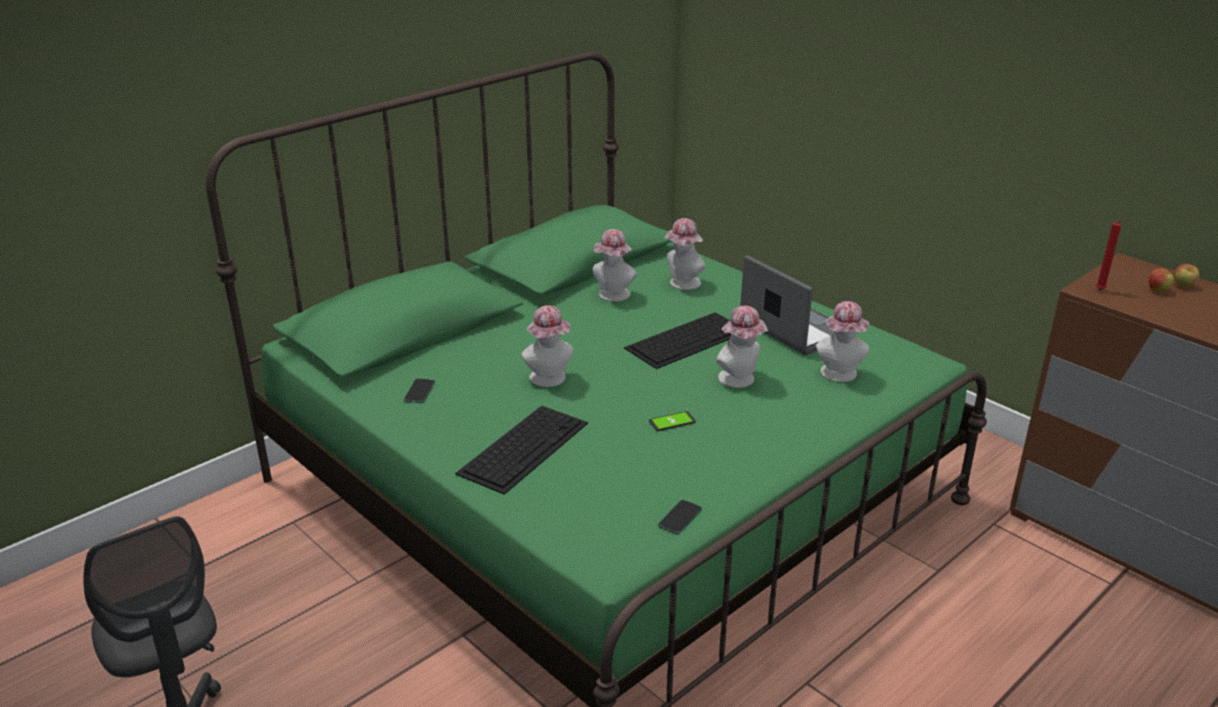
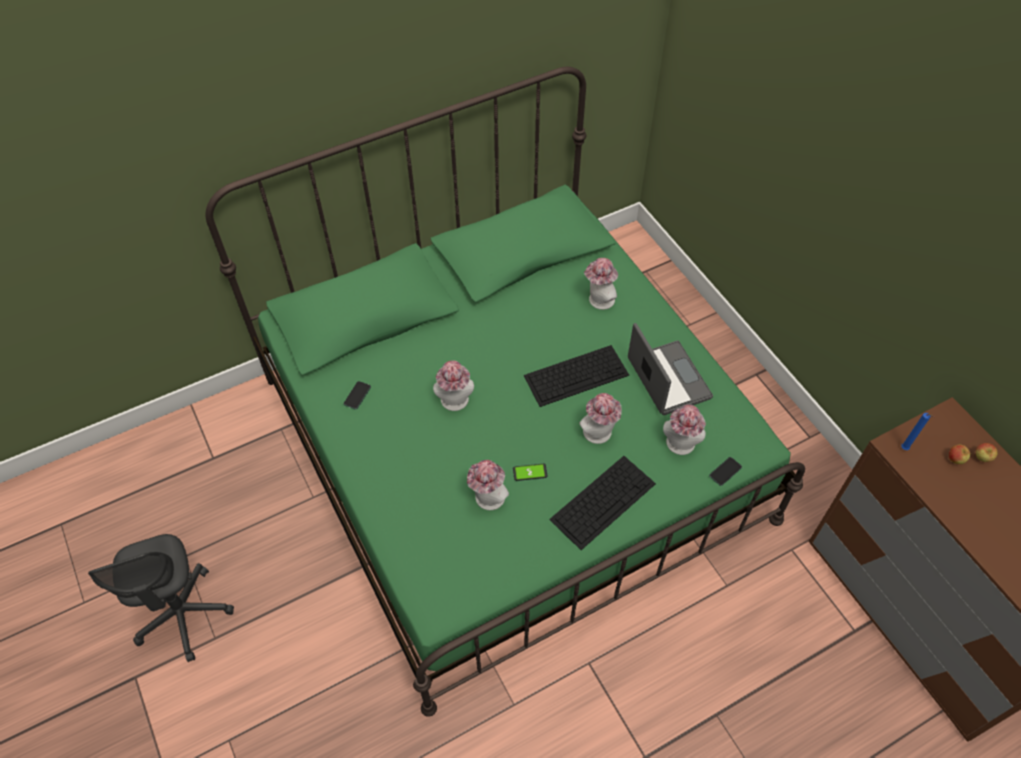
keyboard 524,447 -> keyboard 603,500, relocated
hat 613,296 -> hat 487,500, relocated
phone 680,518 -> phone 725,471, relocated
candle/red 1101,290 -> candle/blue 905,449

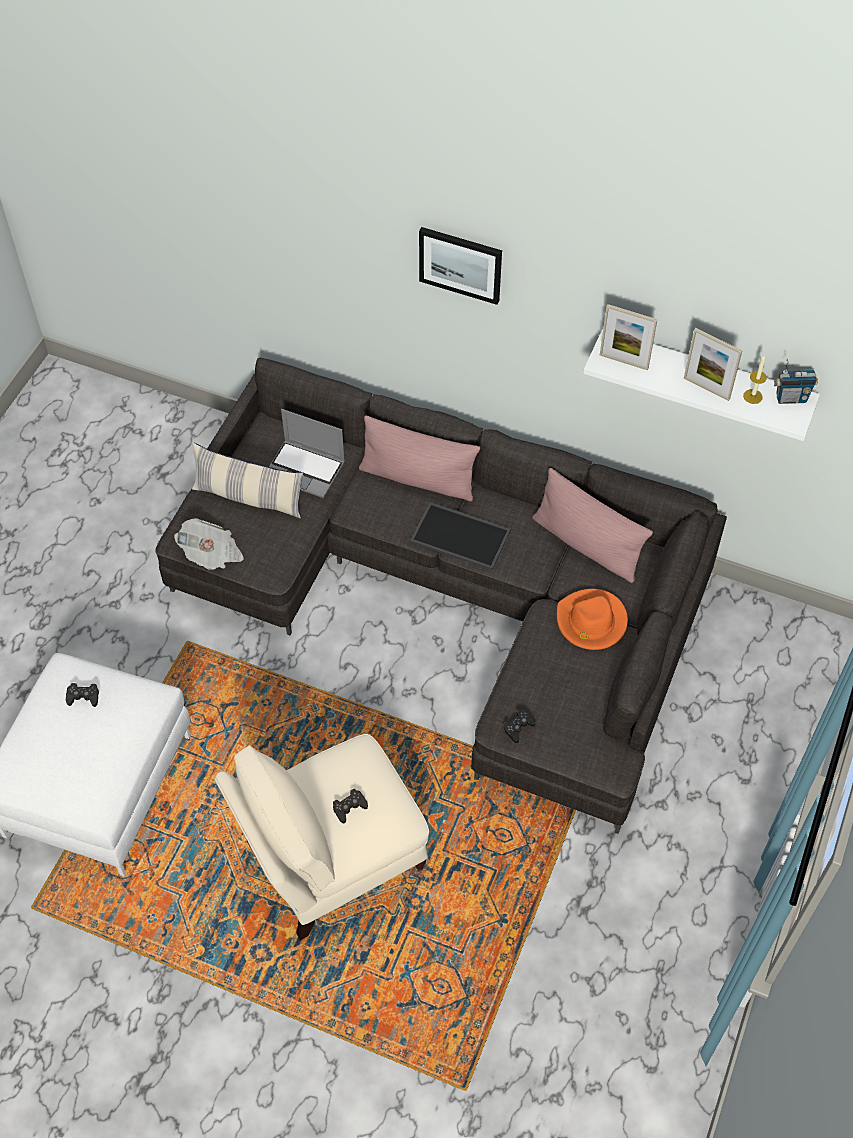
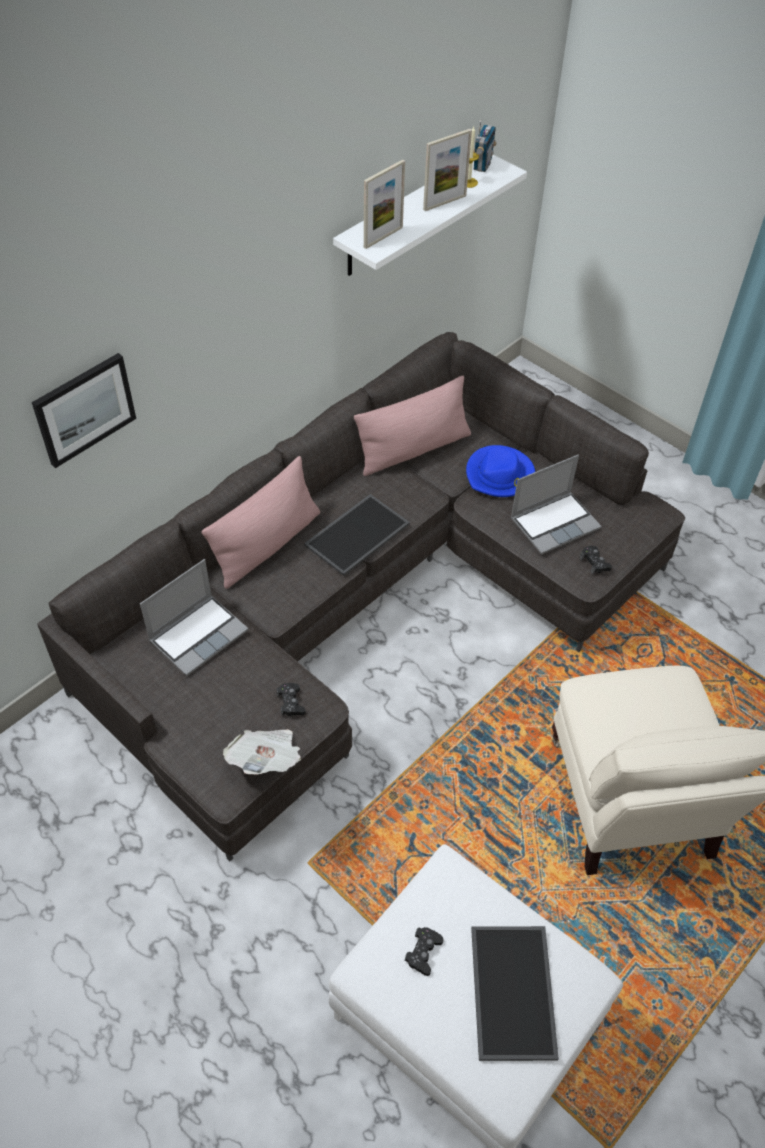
pillow 249,497 -> none
game controller/black 349,807 -> game controller/black 291,702, relocated
picture 460,264 -> picture 84,409, relocated
hat/orange 591,622 -> hat/blue 500,475
none -> tray 515,993
none -> laptop 555,523

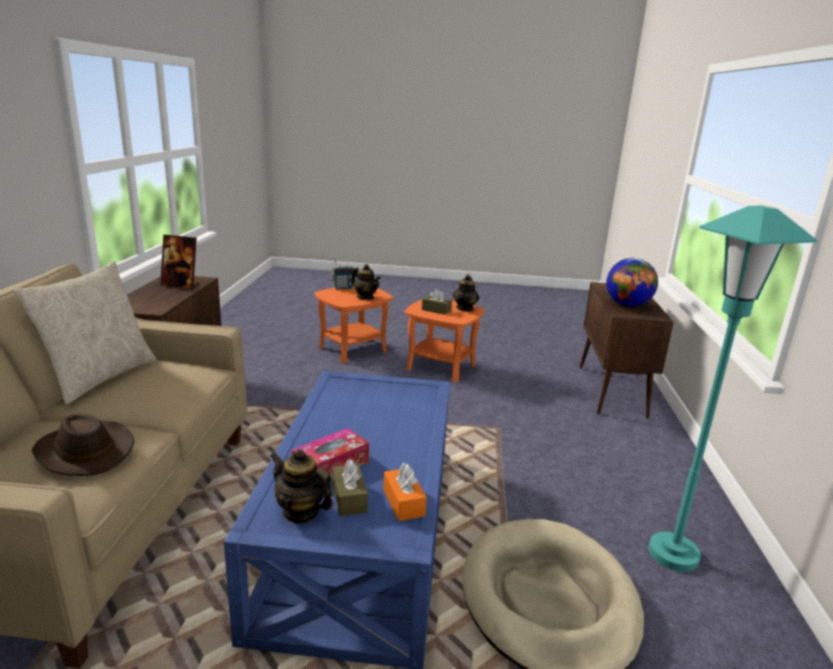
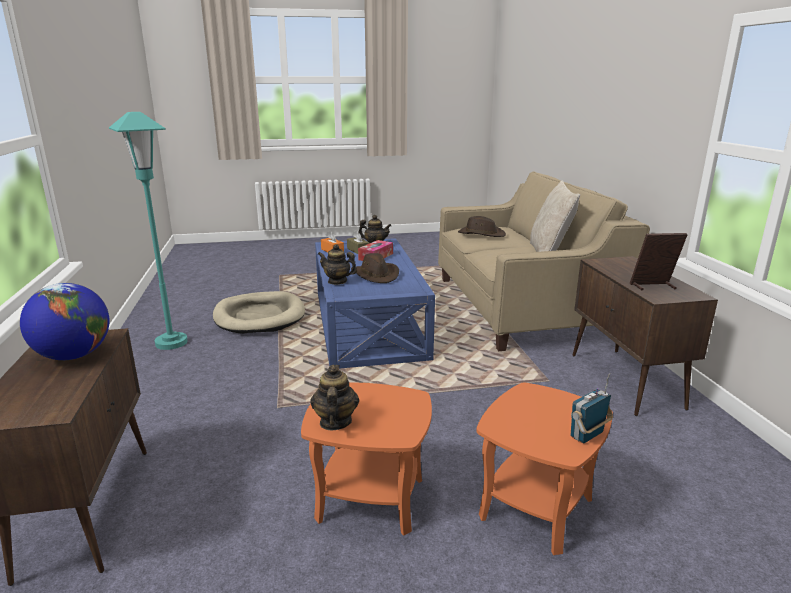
teapot 365,297 -> teapot 337,281, relocated
tissue box/brown 436,310 -> none
none -> hat/brown 376,275

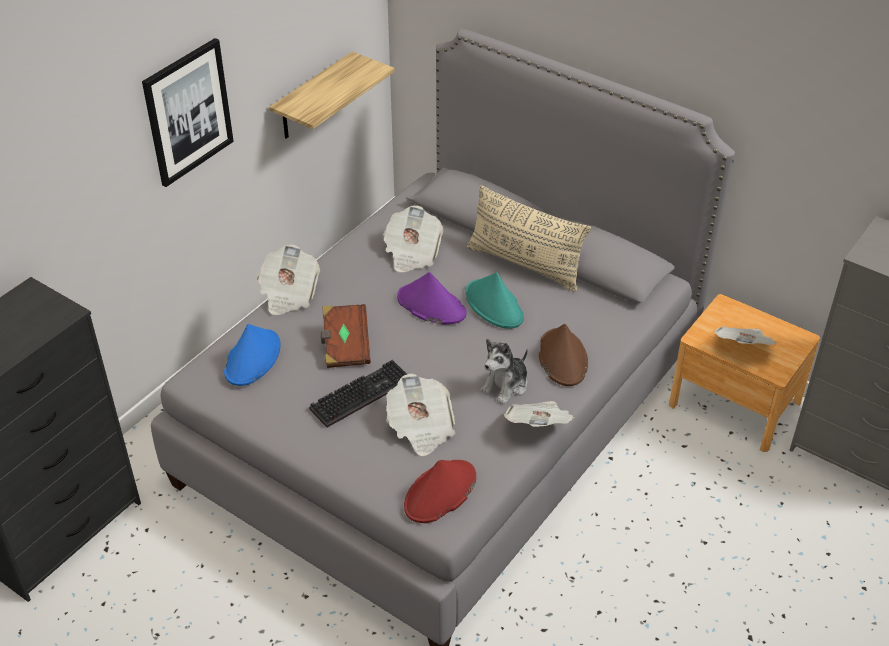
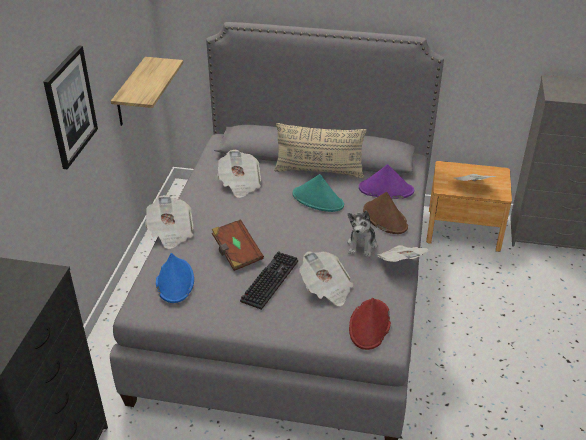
hat/purple 431,305 -> hat/purple 385,190, relocated

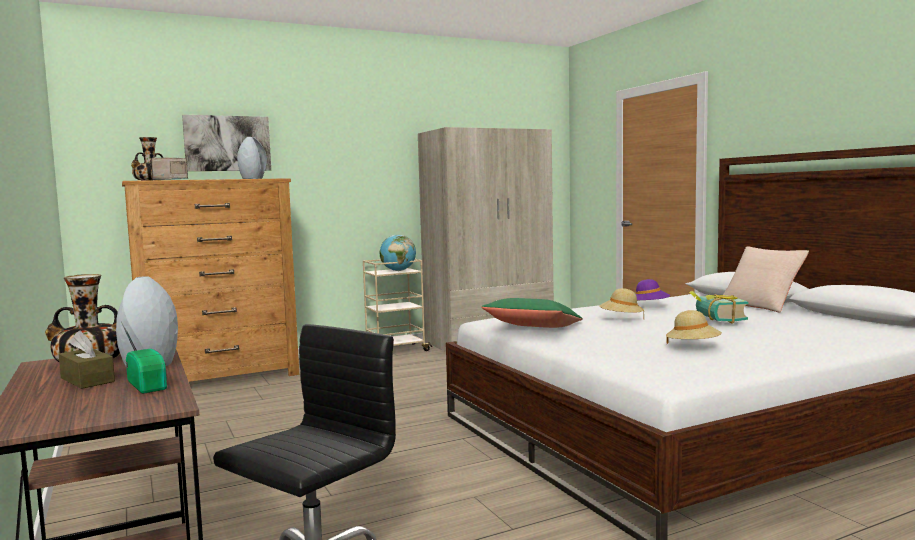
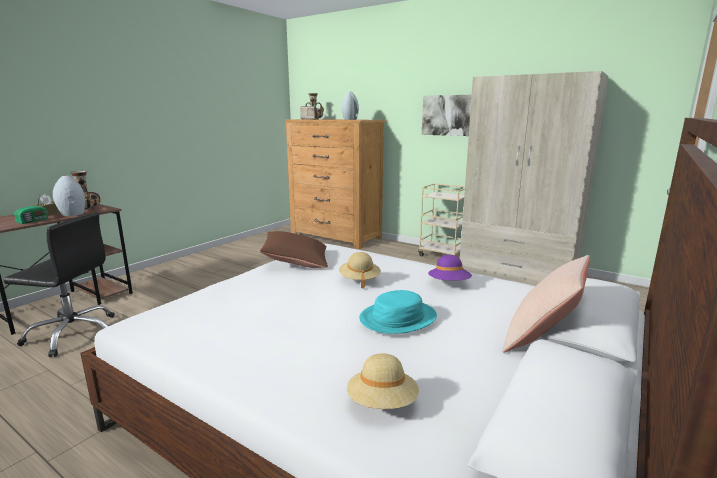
picture 227,143 -> picture 450,115, relocated
globe 398,271 -> none
pillow/green 533,329 -> pillow/brown 296,261
hat/beige 693,347 -> hat/beige 382,403, relocated
book 716,319 -> hat/turquoise 398,318

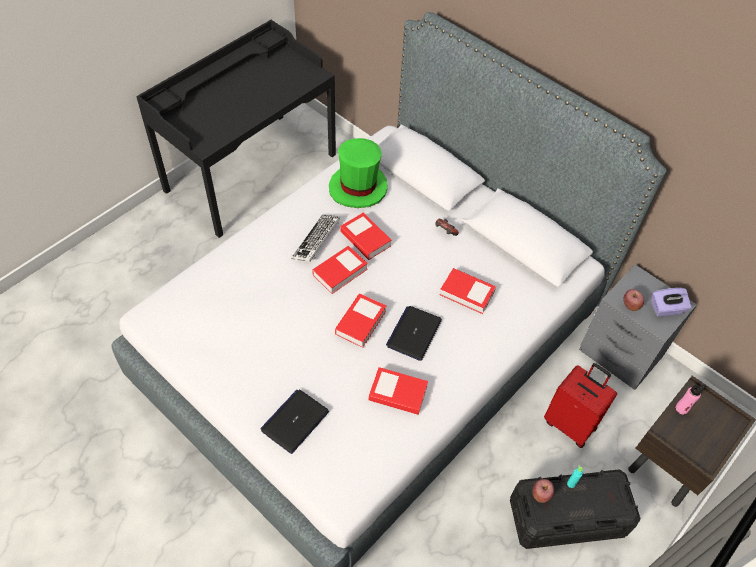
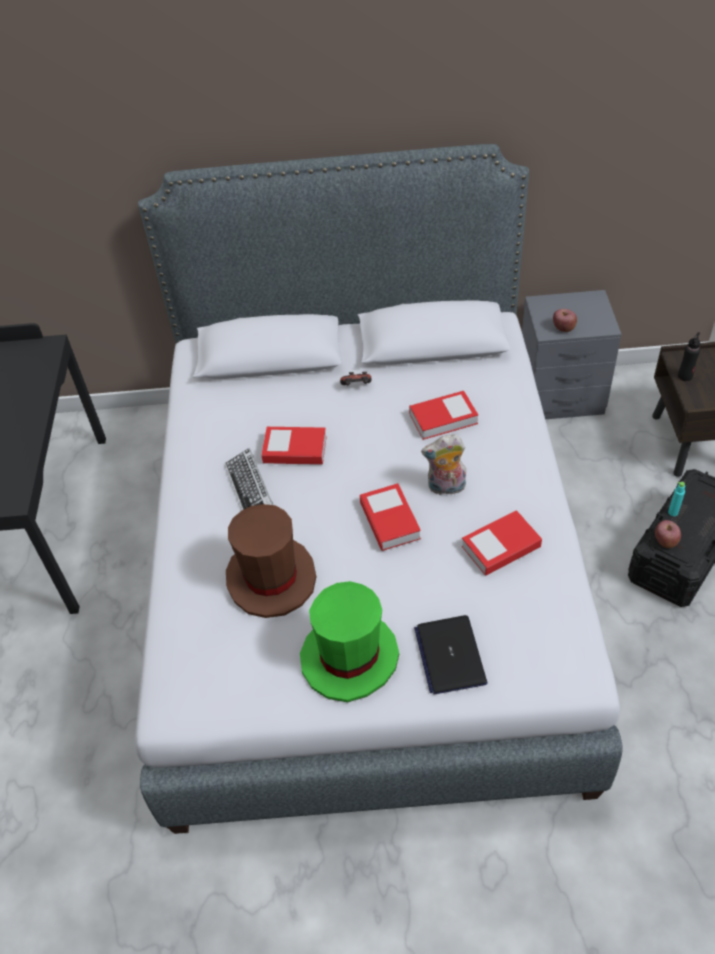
book 340,272 -> none
hat/green 358,188 -> hat/green 350,657, relocated
laptop 414,333 -> plush toy 446,488
suitcase/red 570,424 -> none
tissue box/purple 666,309 -> none
bottle/pink 682,408 -> bottle/black 685,376
none -> hat/brown 271,578

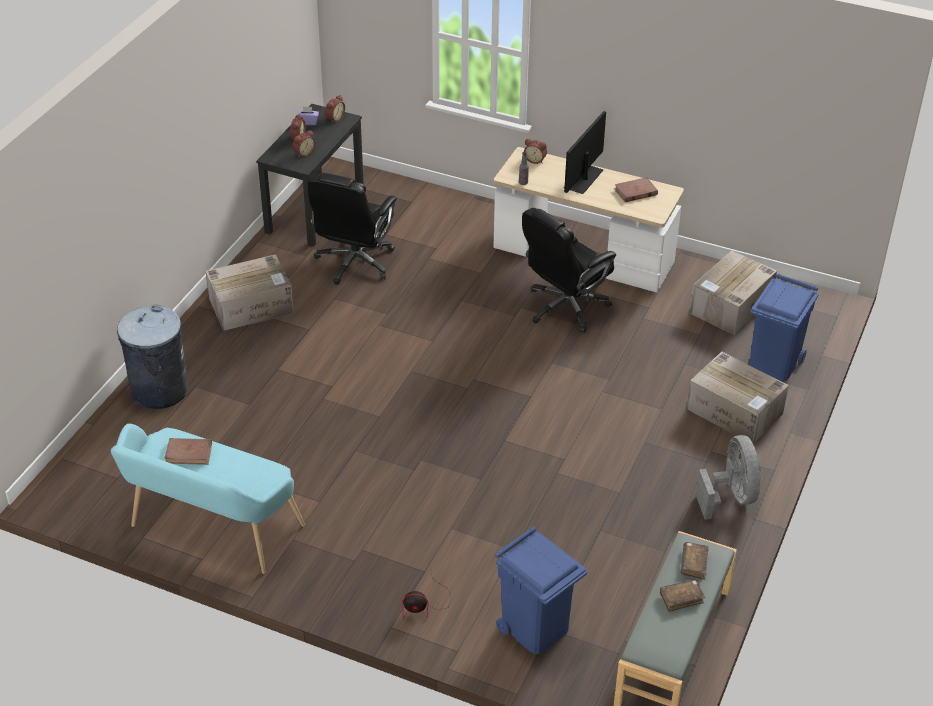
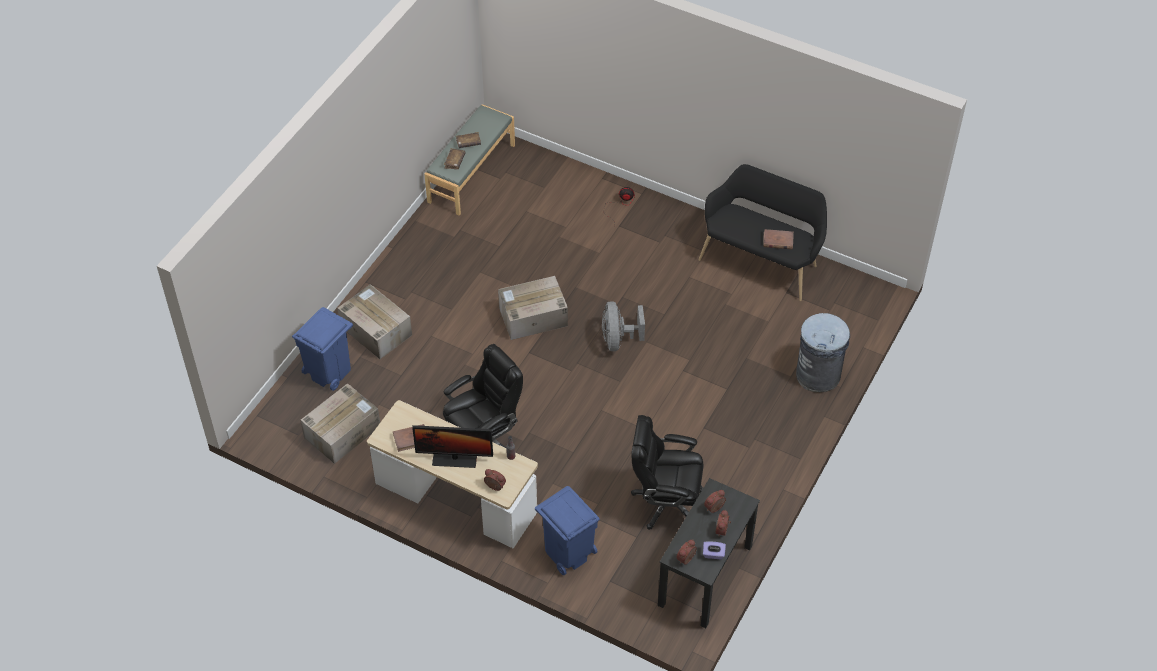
bench/turquoise 211,530 -> bench/black 761,261
cardboard box 252,305 -> cardboard box 532,317, relocated
office chair/black 354,263 -> office chair/black 666,501, 105 degrees counterclockwise
trash can/blue 536,628 -> trash can/blue 568,552, relocated
monitor 583,179 -> monitor 454,458, 60 degrees clockwise
fan/grey 731,496 -> fan/grey 618,340, relocated

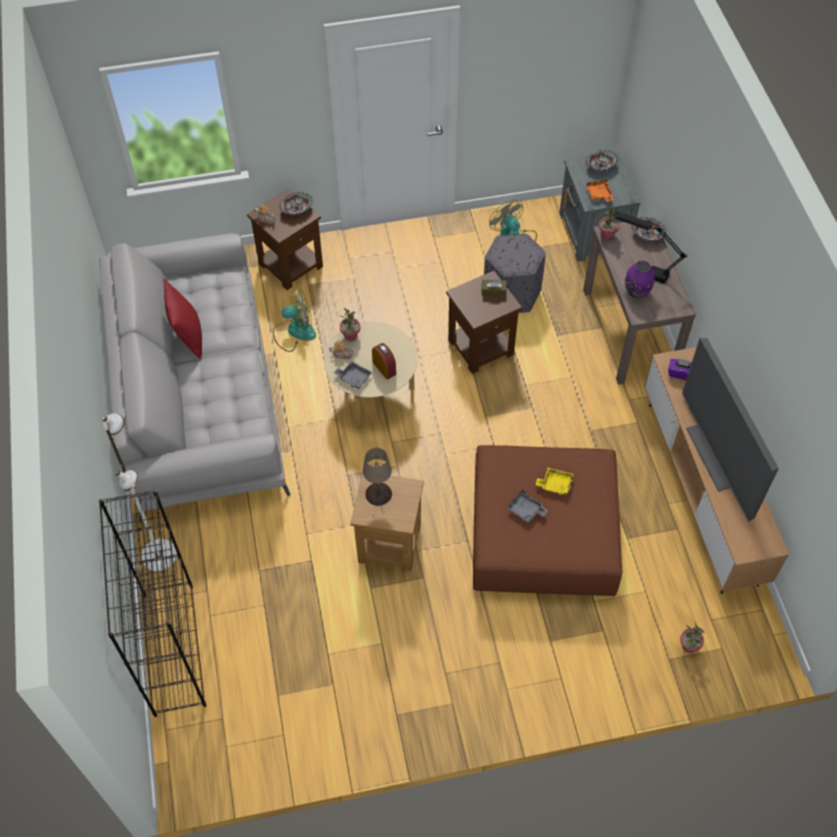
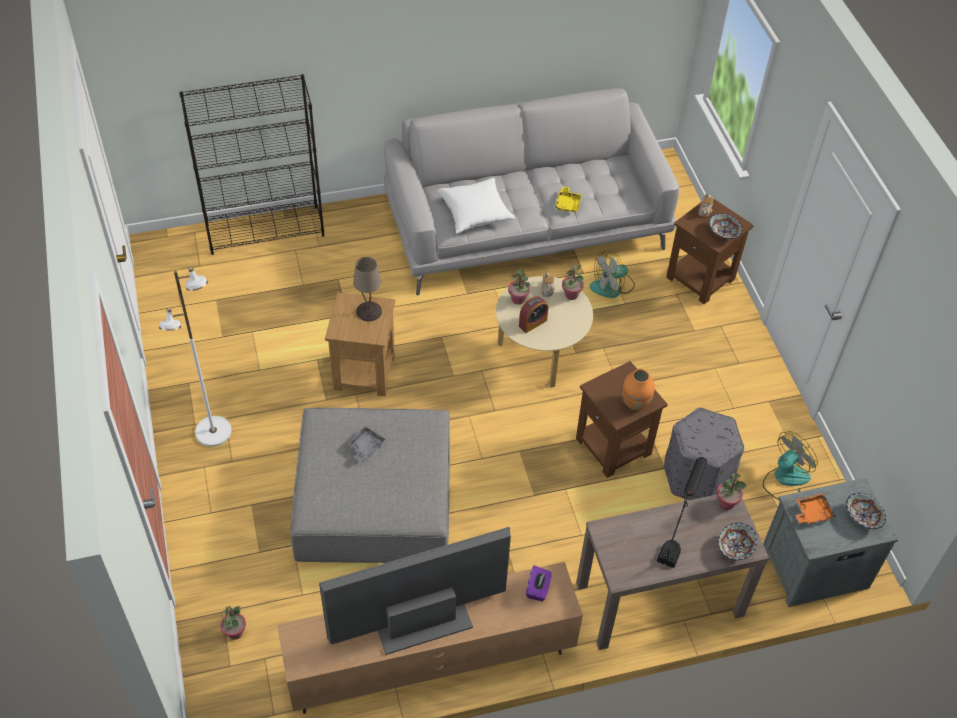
floor lamp/white 160,555 -> floor lamp/white 213,432, relocated
pillow/red 188,336 -> none
fan 294,331 -> fan 612,286, 75 degrees clockwise
tray/grey 353,378 -> potted plant 518,299
ottoman/brown 543,533 -> ottoman/grey 374,501
tissue box/brown 493,291 -> vase/orange 635,403
tray/yellow 555,484 -> tray/yellow 568,204, relocated
vase/purple 637,292 -> none
none -> pillow/white 475,212

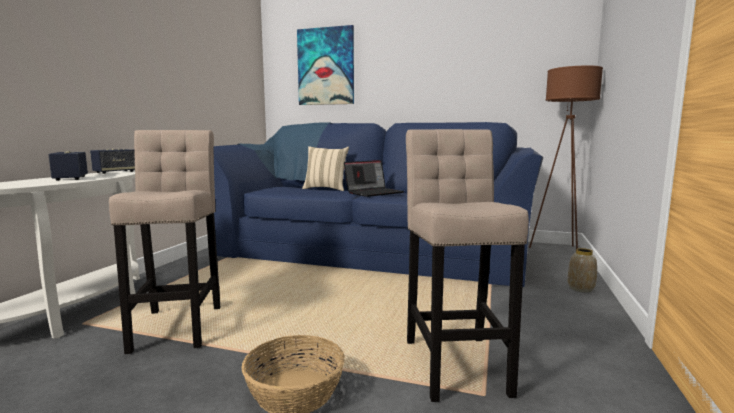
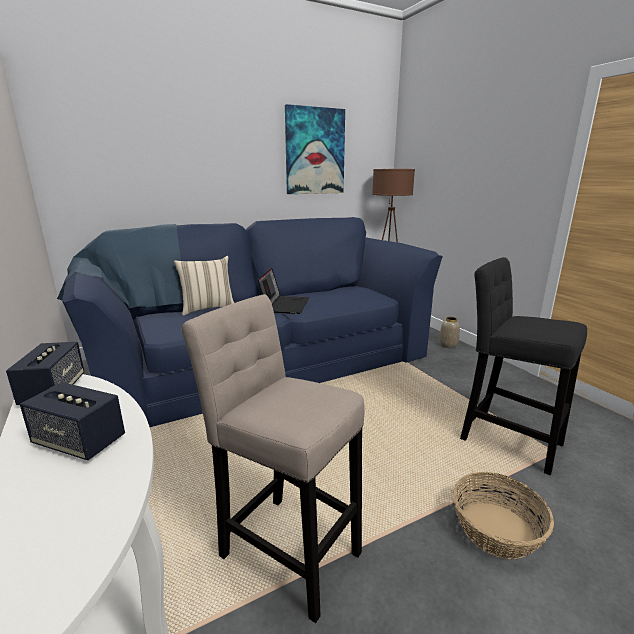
picture 326,66 -> picture 315,151, relocated
stool/beige 455,362 -> stool/black 505,438

